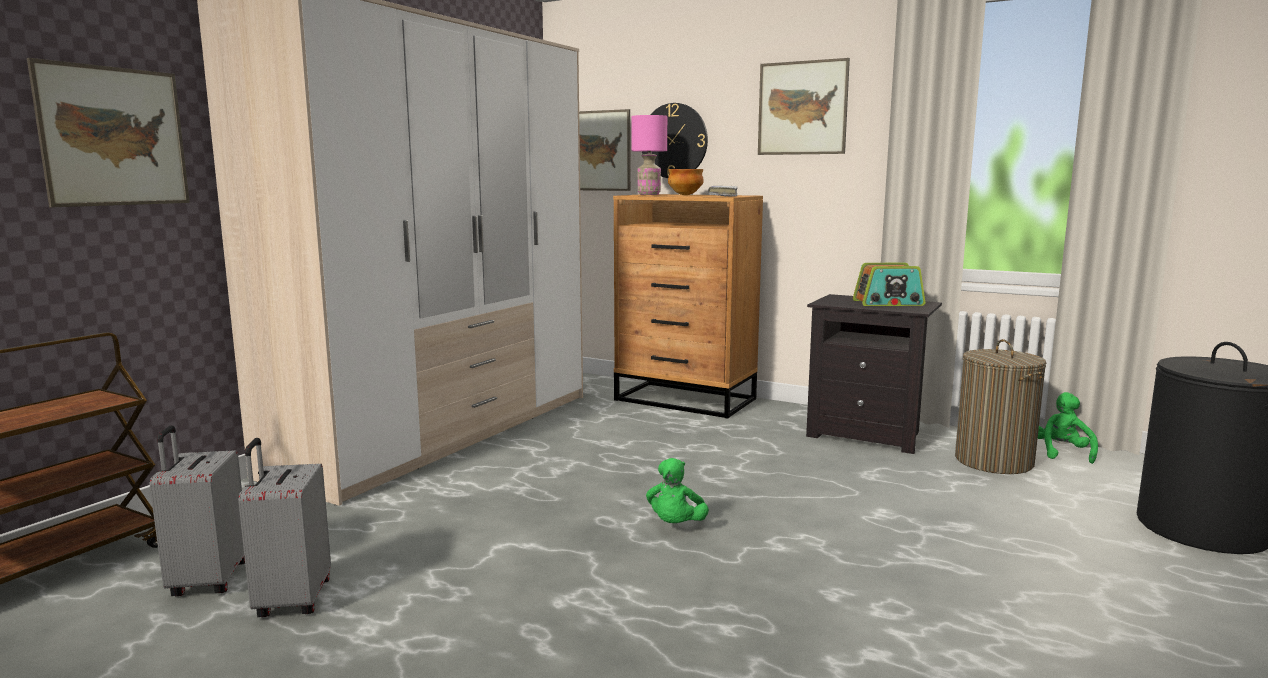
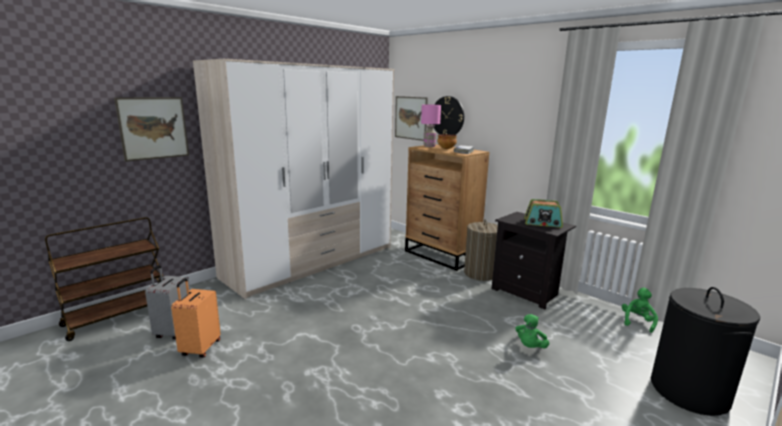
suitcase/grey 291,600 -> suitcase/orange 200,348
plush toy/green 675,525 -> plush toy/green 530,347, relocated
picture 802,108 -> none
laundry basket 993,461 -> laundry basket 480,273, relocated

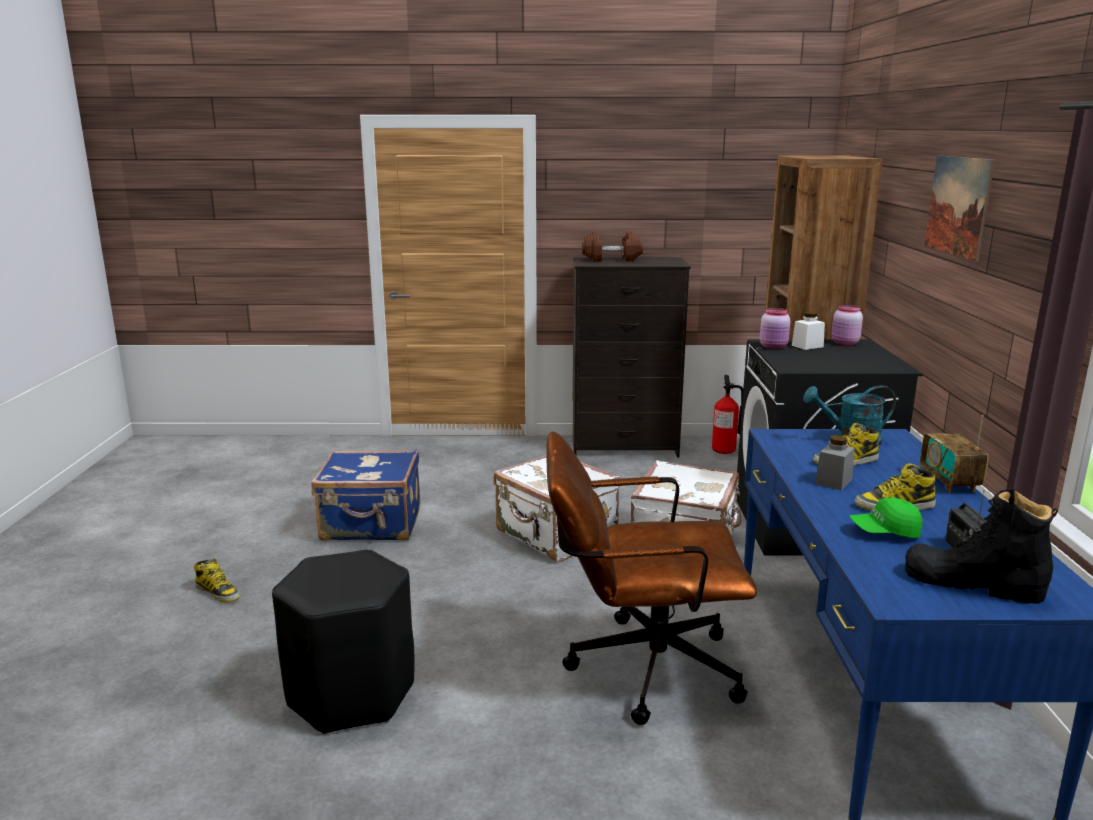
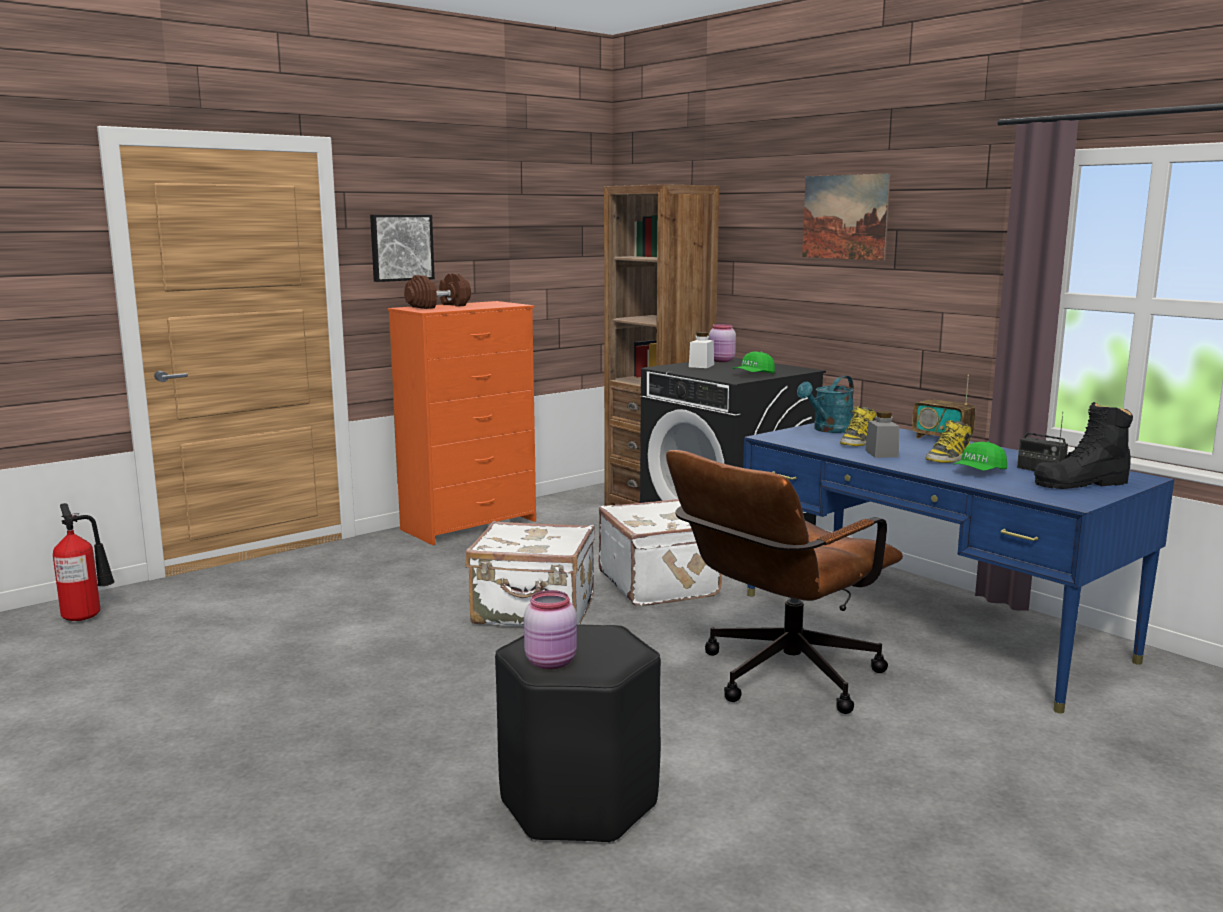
boot 218,592 -> none
suitcase/blue 372,525 -> none
dresser/black 625,448 -> dresser/orange 470,525
fire extinguisher 727,451 -> fire extinguisher 87,616, relocated
jar/pink 774,347 -> jar/pink 552,662, relocated
none -> picture 401,247
none -> cap/green 753,375

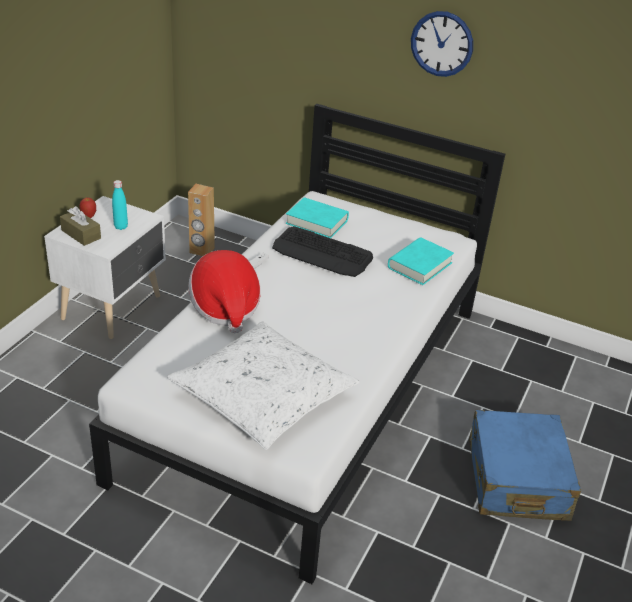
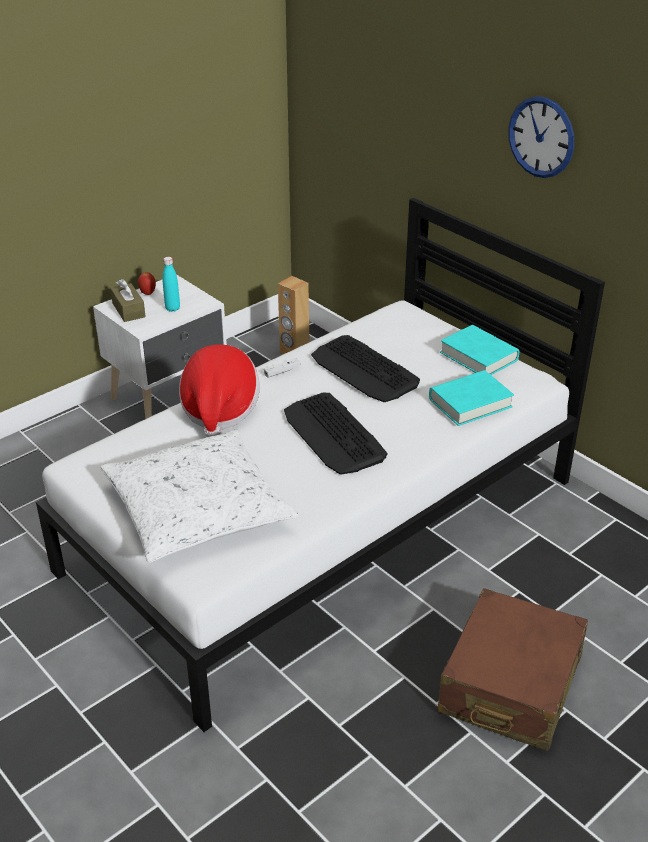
book/turquoise 317,222 -> book/turquoise 478,356, relocated
suitcase/blue 516,479 -> suitcase/brown 510,685
none -> keyboard 333,434

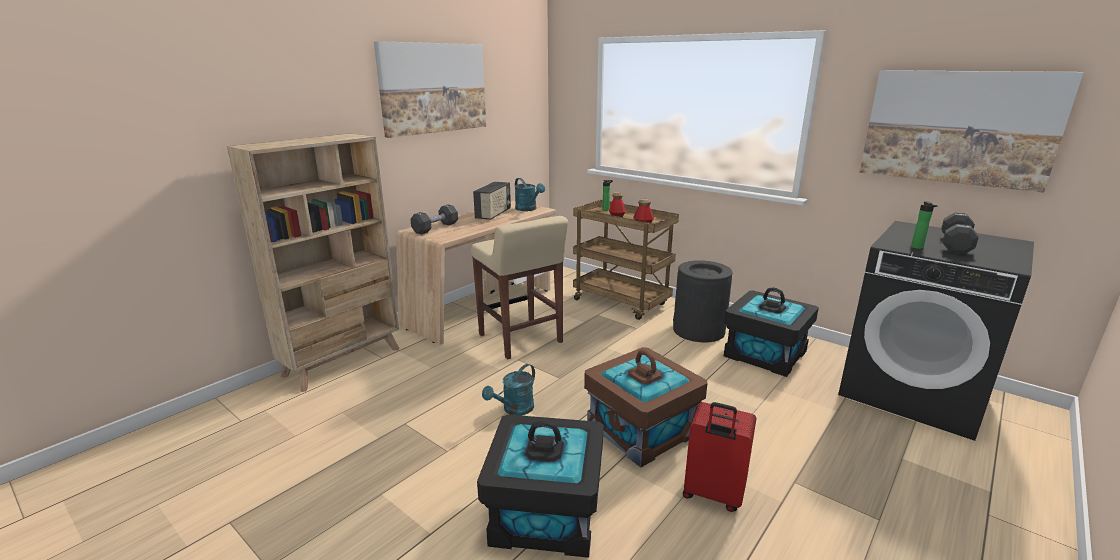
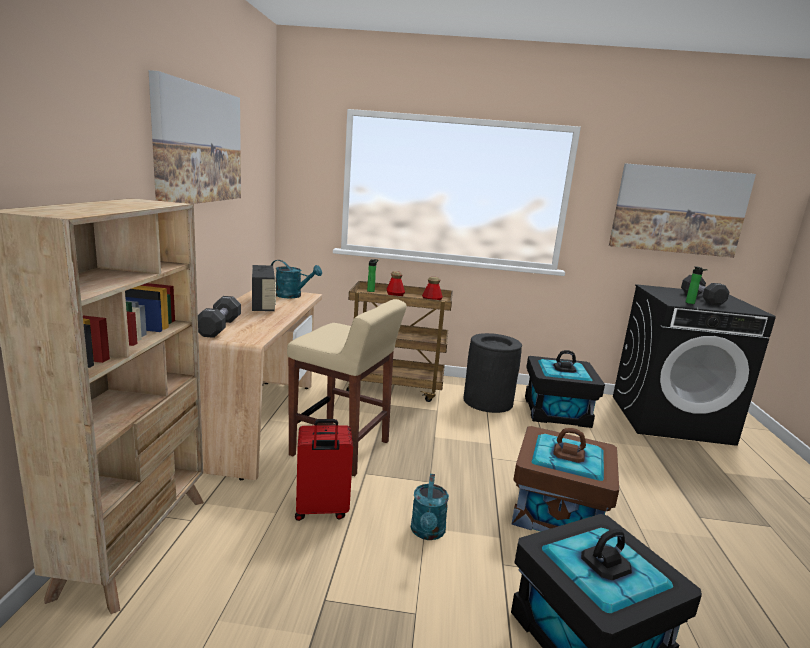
suitcase/red 712,495 -> suitcase/red 321,510, relocated

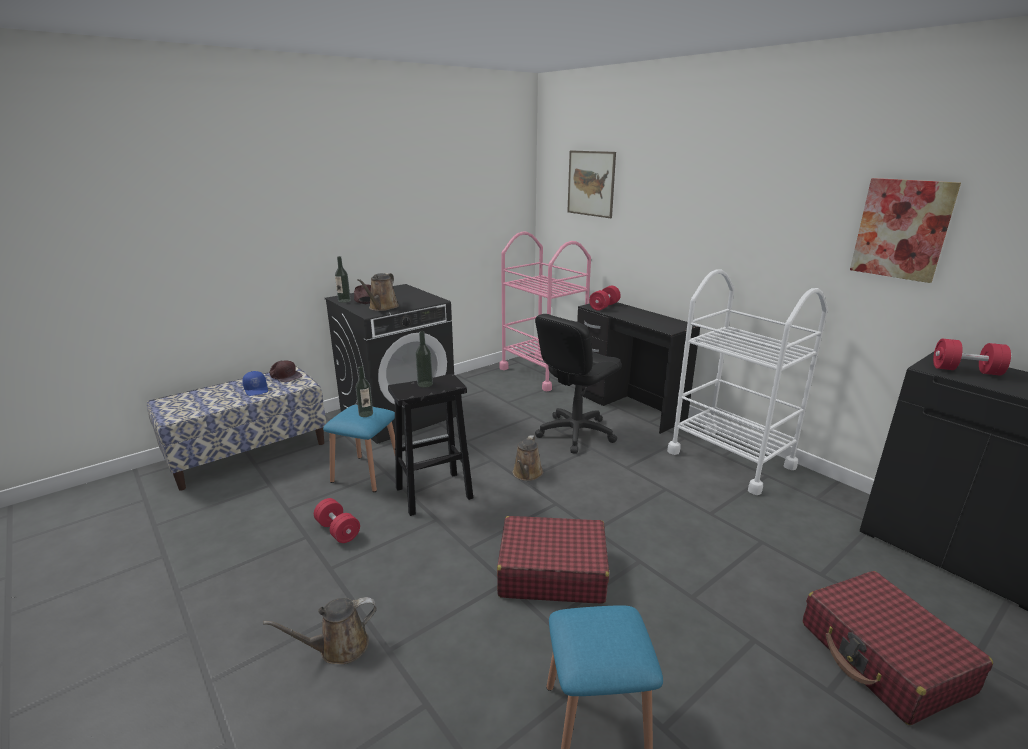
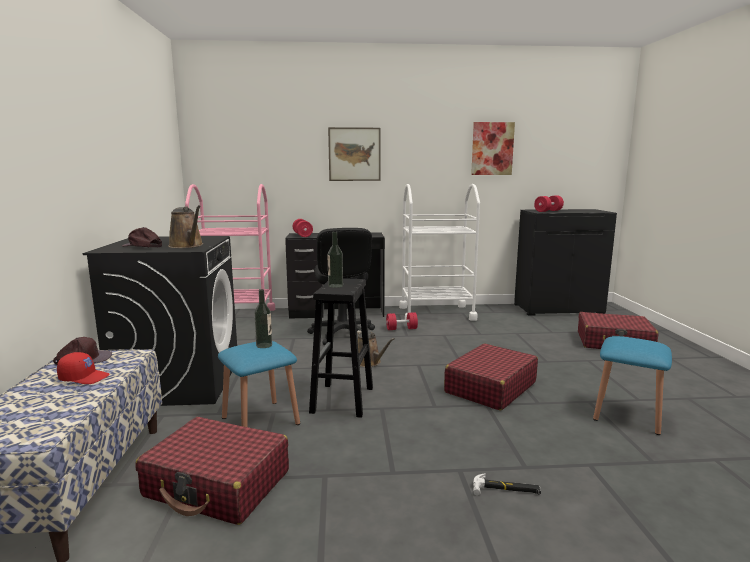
cap/blue 257,389 -> cap/red 84,377
watering can/brown 338,647 -> hammer 506,490
dumbbell/red 338,530 -> dumbbell/red 401,329, relocated
bottle 344,301 -> none
picture 591,183 -> picture 354,154, relocated
none -> suitcase/red 218,484

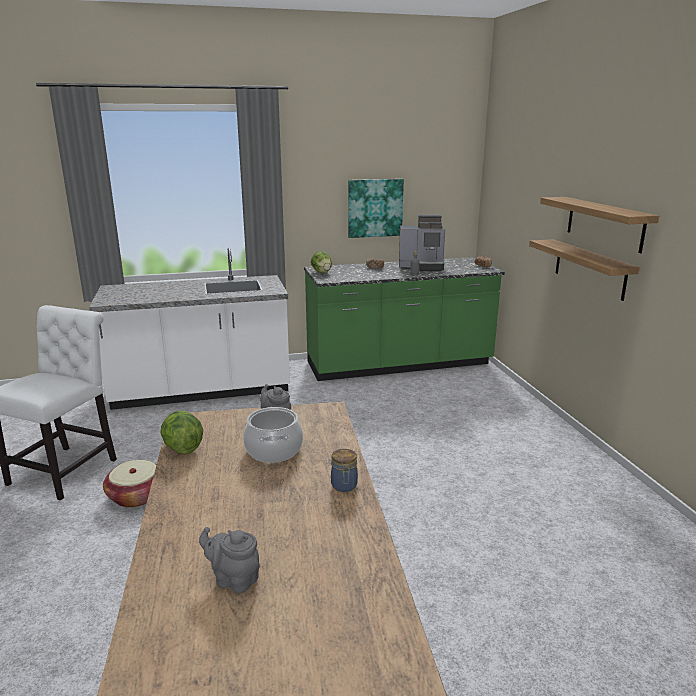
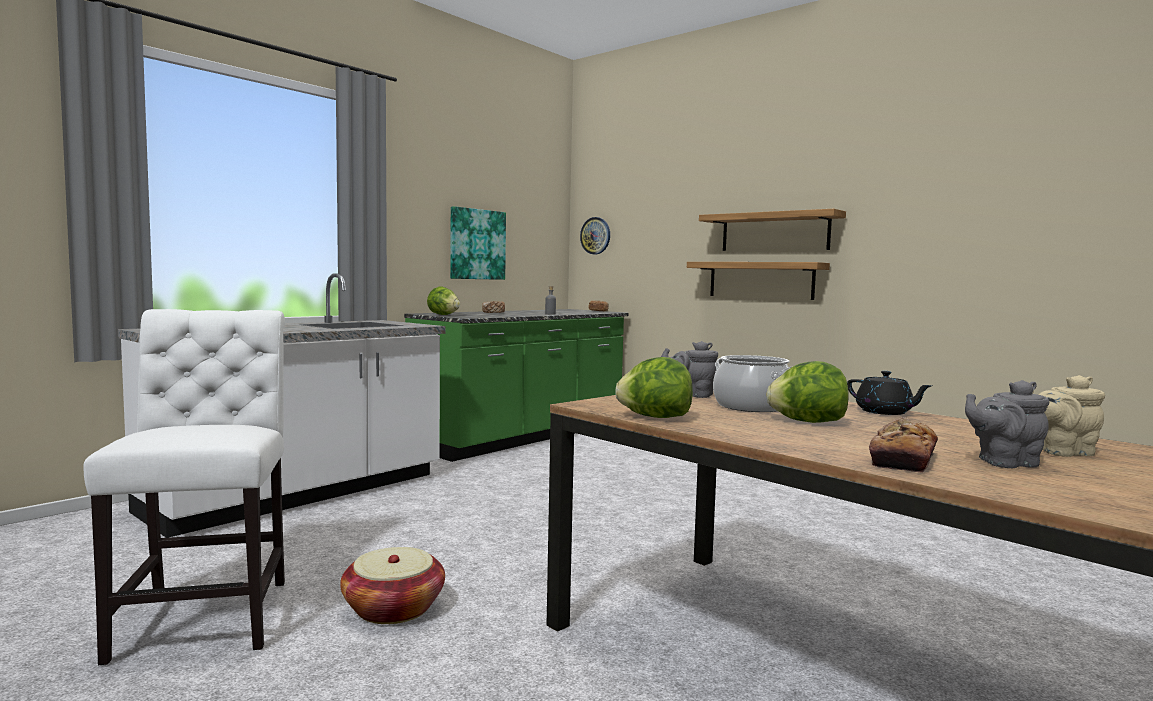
jar 344,486 -> teapot/black 884,412
coffee machine 422,267 -> none
none -> wall clock 595,235
none -> lettuce 807,422
none -> bread 902,459
none -> teapot/beige 1060,452

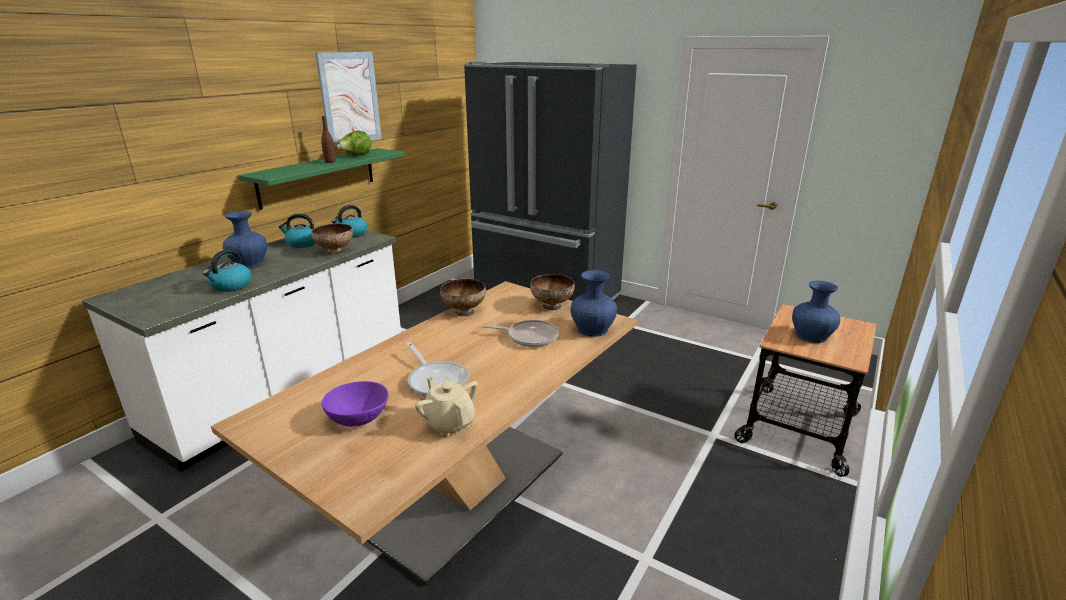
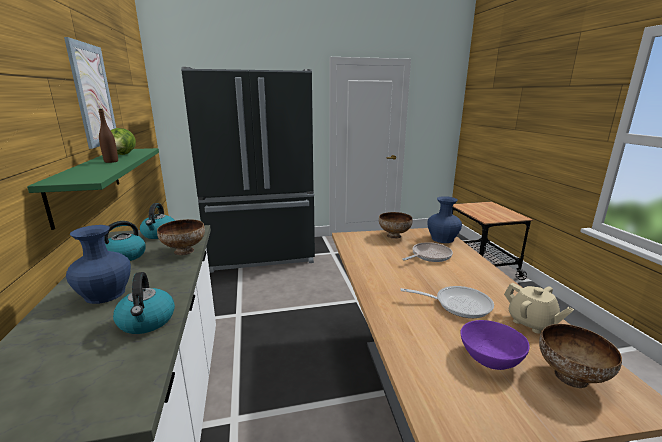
teapot/beige 449,423 -> teapot/beige 531,323, 135 degrees counterclockwise
bowl 464,311 -> bowl 569,376, relocated
vase/blue 812,336 -> none

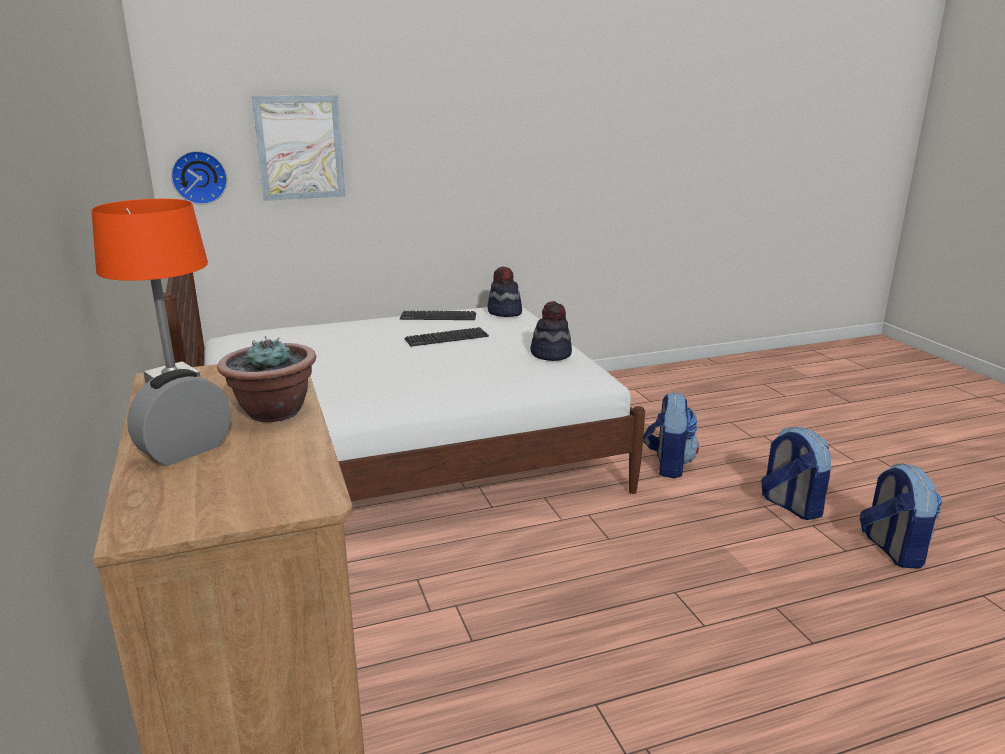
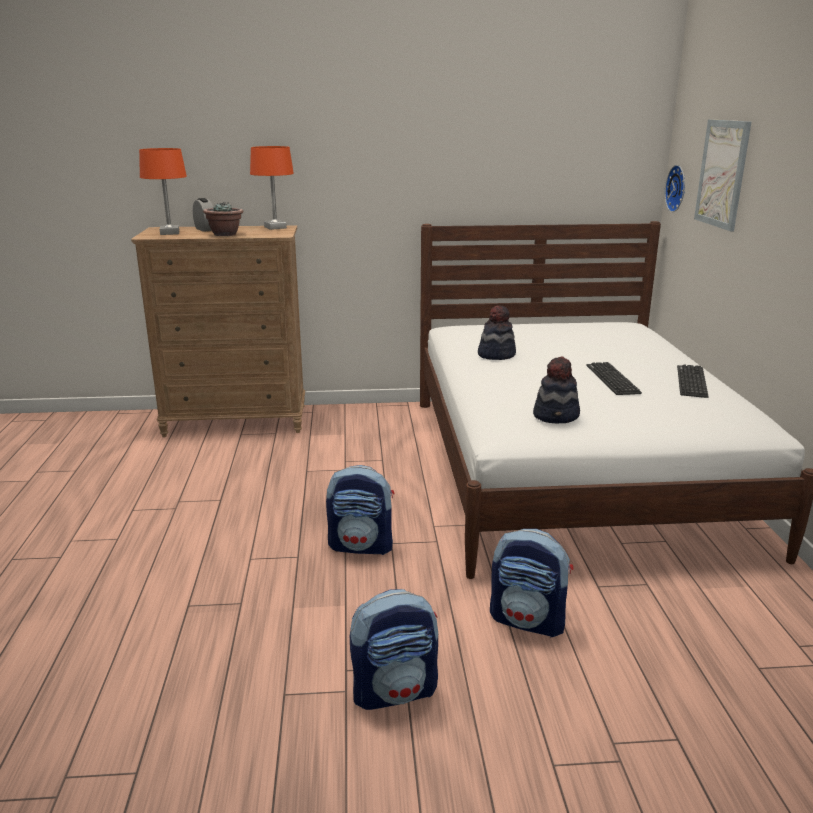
hat 504,312 -> hat 496,354, relocated
backpack 892,550 -> backpack 362,546, relocated
none -> table lamp/orange 170,233

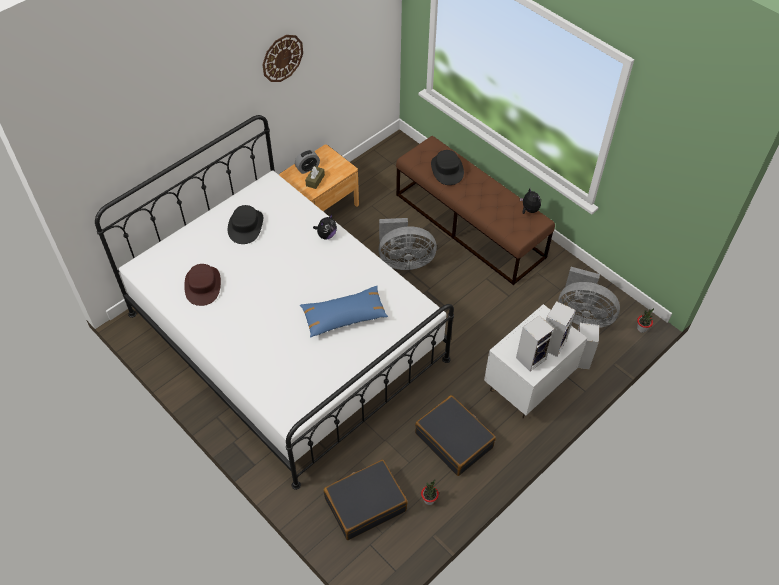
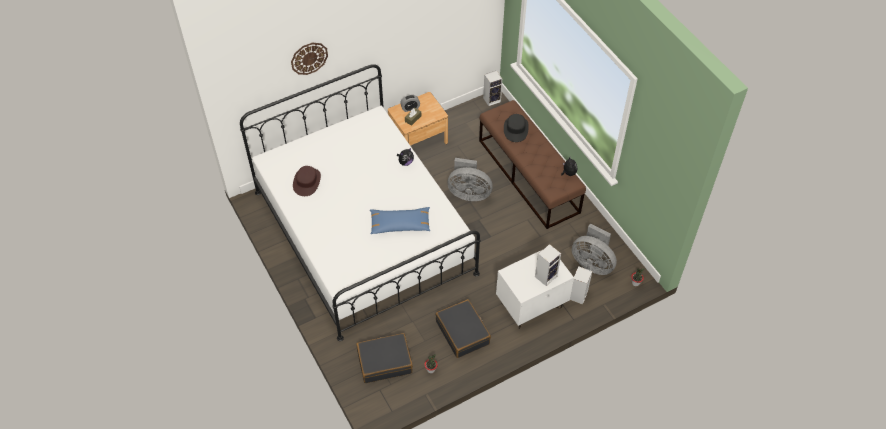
hat/black 245,226 -> none
wall clock 282,58 -> wall clock 309,58, relocated
speaker 531,357 -> speaker 492,99, relocated

